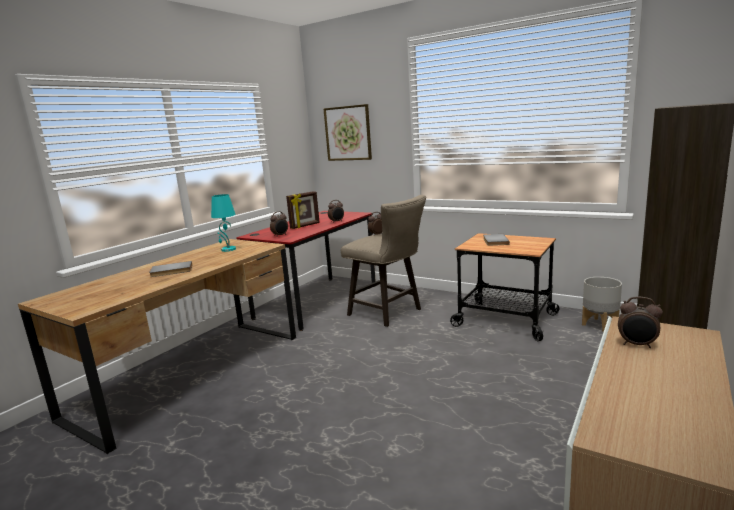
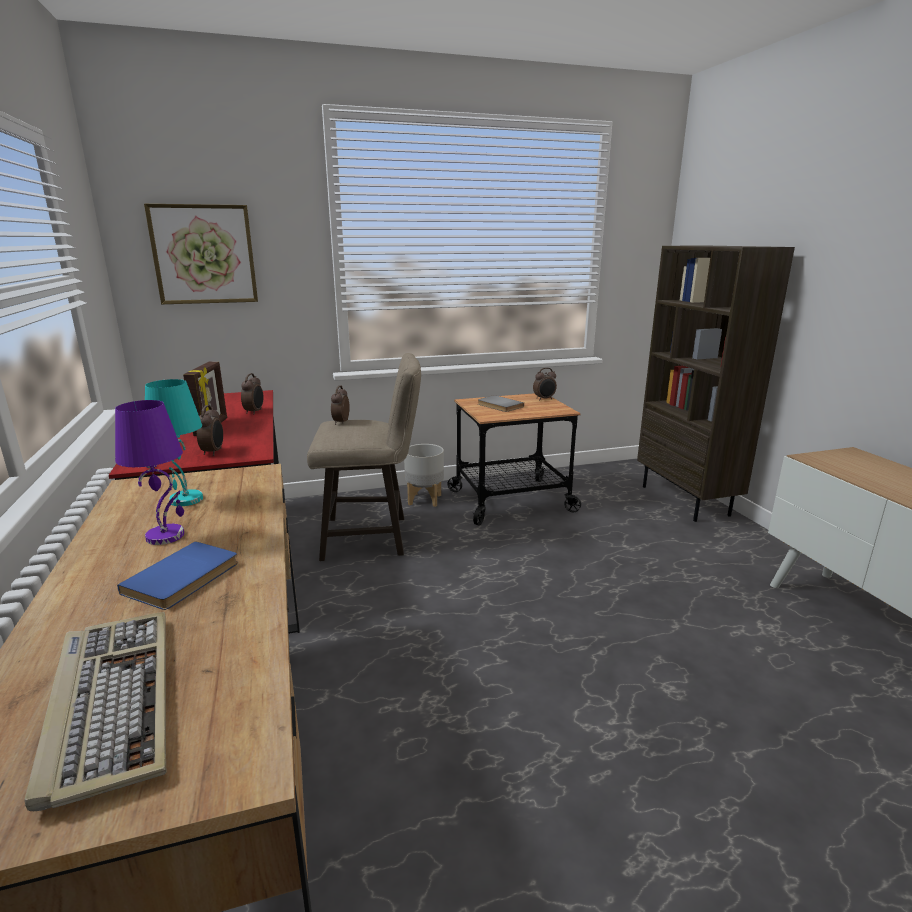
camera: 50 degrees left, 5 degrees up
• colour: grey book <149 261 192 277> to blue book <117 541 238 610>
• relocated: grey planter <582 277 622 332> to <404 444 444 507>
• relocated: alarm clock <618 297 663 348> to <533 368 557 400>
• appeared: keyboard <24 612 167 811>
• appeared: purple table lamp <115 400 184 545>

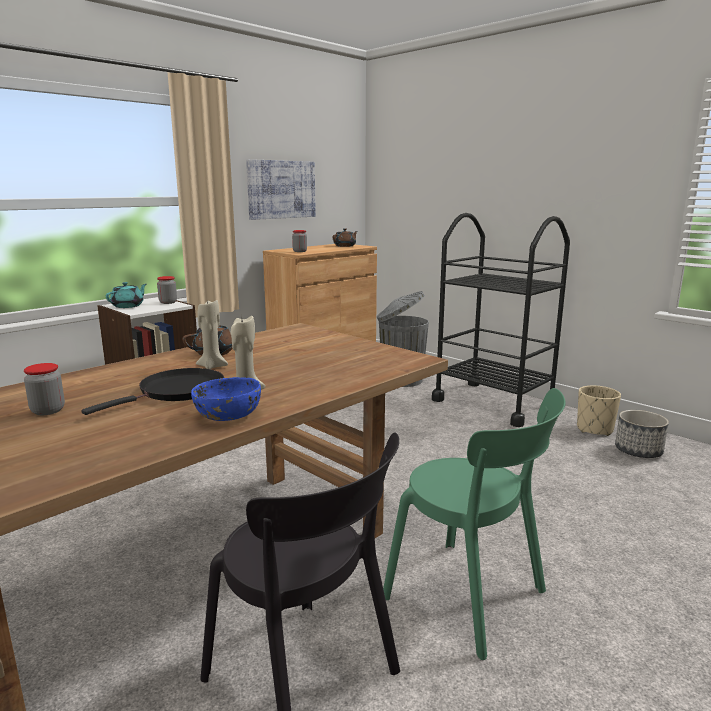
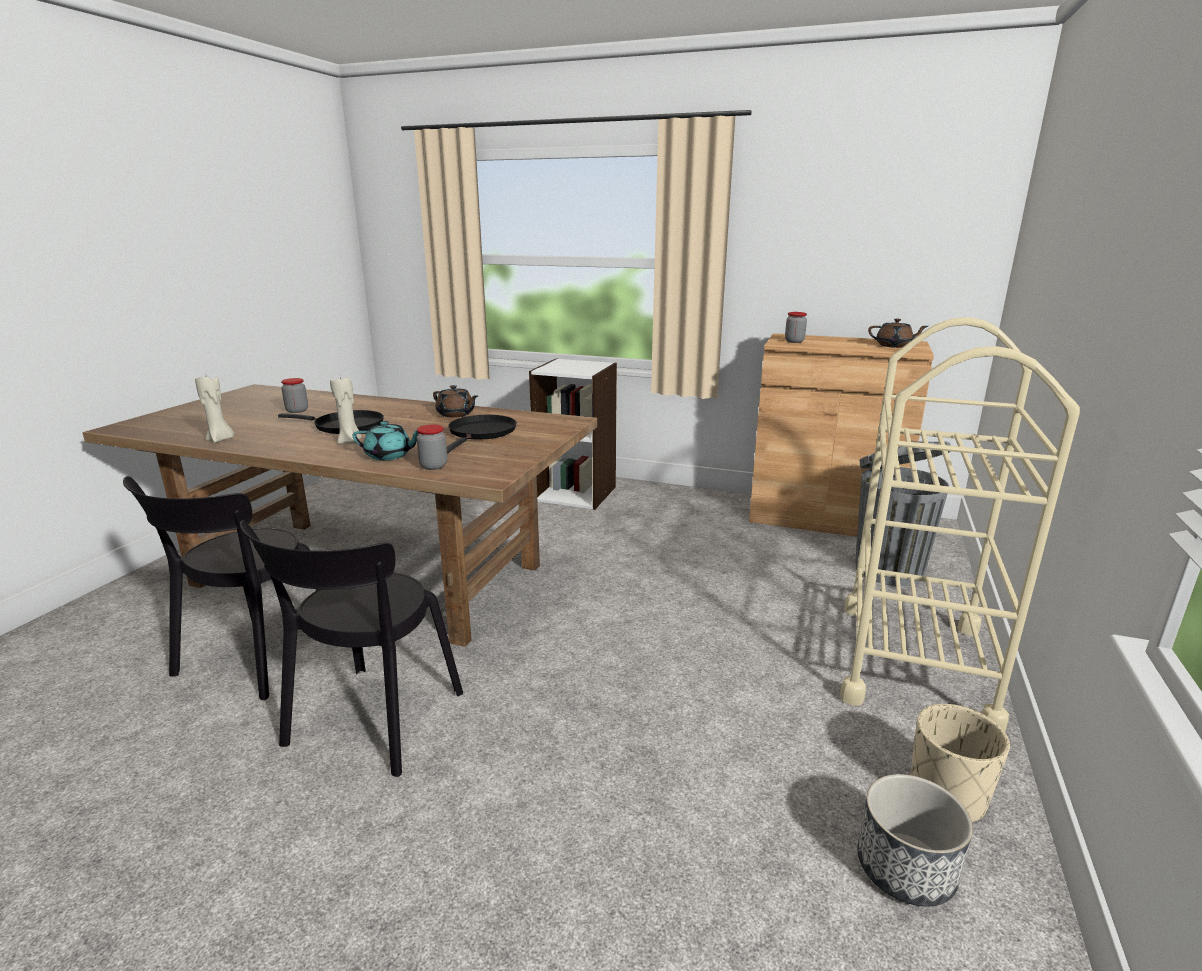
camera: 65 degrees right, 5 degrees up
• relocated: turquoise teapot <106 282 146 308> to <352 421 419 460>
• relocated: jar <157 276 177 304> to <417 424 447 470>
• missing: blue bowl <191 377 261 421>
• relocated: beige candle <196 300 228 369> to <195 373 234 443>
• missing: picture <246 159 316 220>
• colour: green chair <383 388 565 660> to black chair <240 520 463 777>
• colour: black cart <432 213 570 427> to beige cart <840 317 1080 732>
• appeared: black frying pan <446 415 517 454>

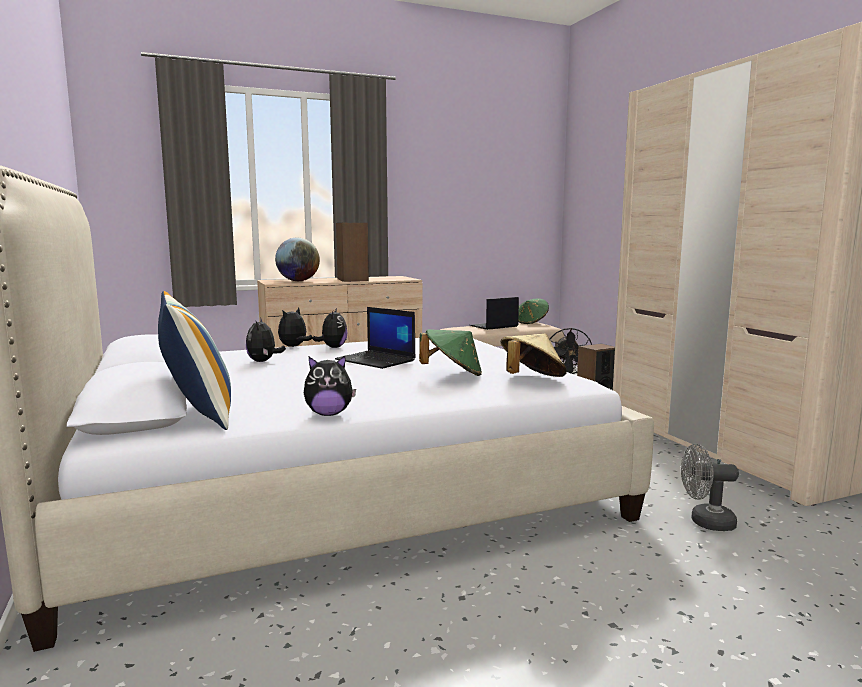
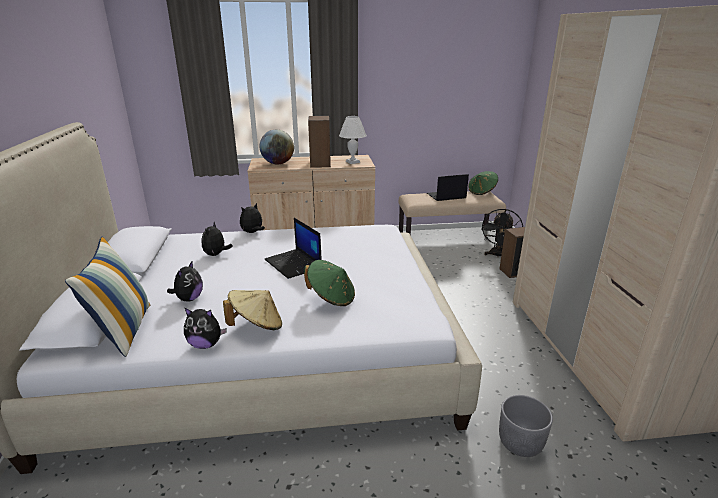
camera: 15 degrees right, 15 degrees up
• relocated: plush toy <313 308 347 348> to <167 260 203 301>
• relocated: beige hat <501 334 567 377> to <223 290 282 330>
• exchanged: grey fan <681 444 739 531> to grey planter <499 395 553 457>
• appeared: white table lamp <339 116 367 164>

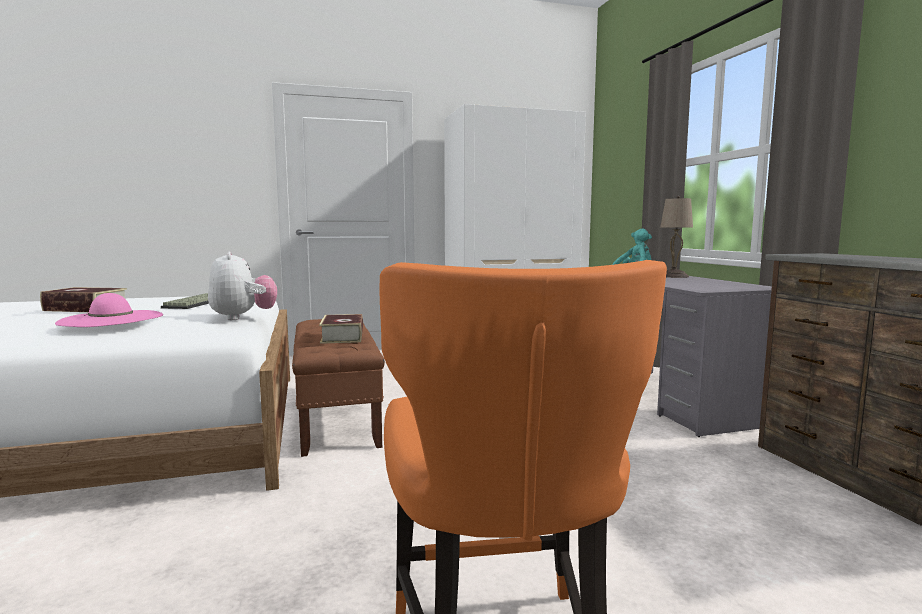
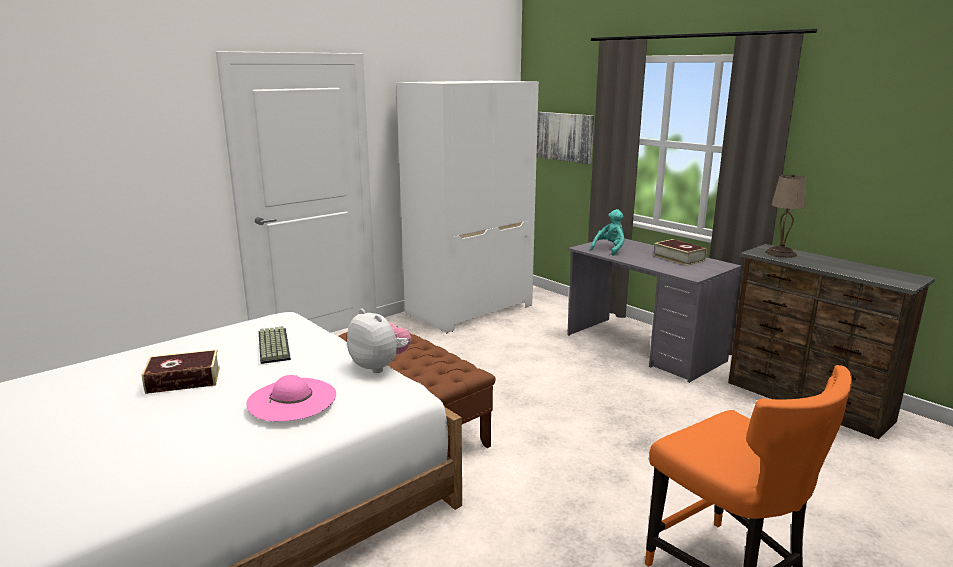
camera: 25 degrees left, 10 degrees up
• relocated: book <319 314 363 344> to <653 239 707 266>
• relocated: beige table lamp <660 196 693 278> to <765 174 806 258>
• appeared: picture <537 112 594 164>

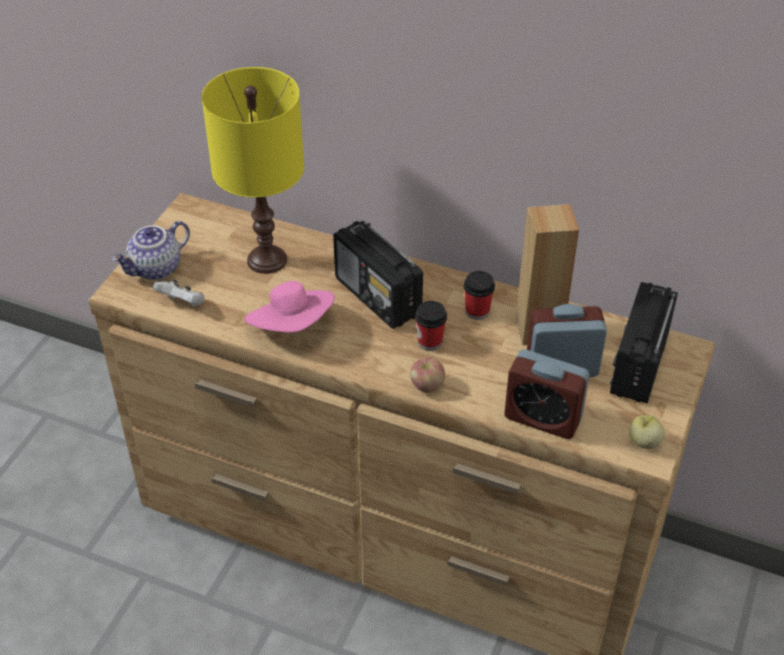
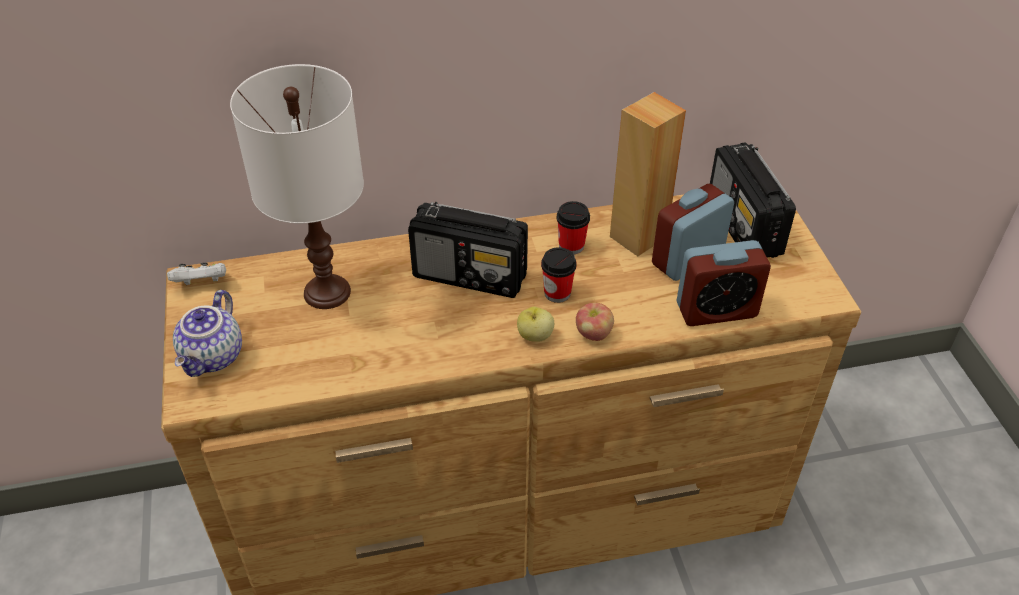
camera: 35 degrees left, 0 degrees up
• relocated: white game controller <153 279 205 306> to <167 263 226 285>
• colour: yellow table lamp <202 67 304 274> to white table lamp <230 64 364 309>
• missing: pink hat <244 281 335 333>
• relocated: apple <629 415 665 449> to <517 306 554 342>

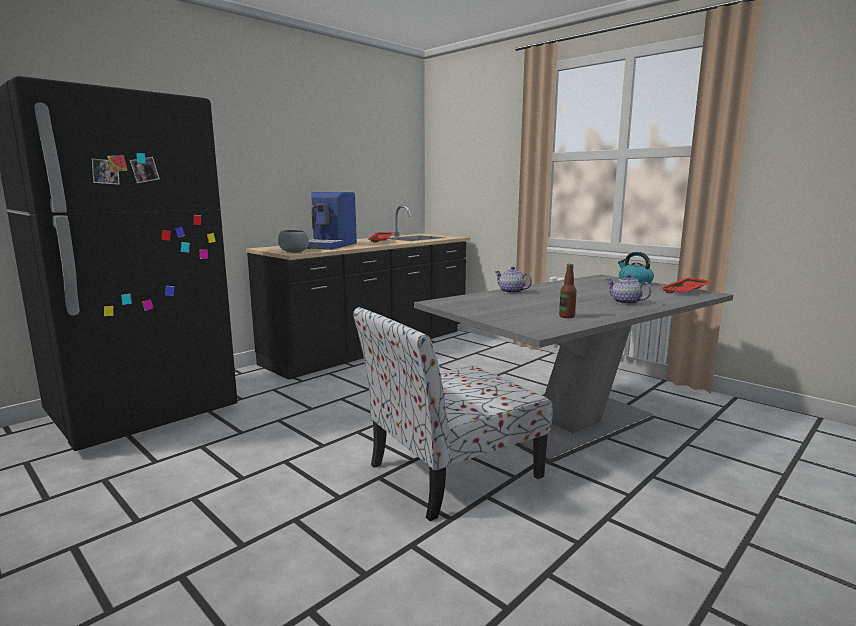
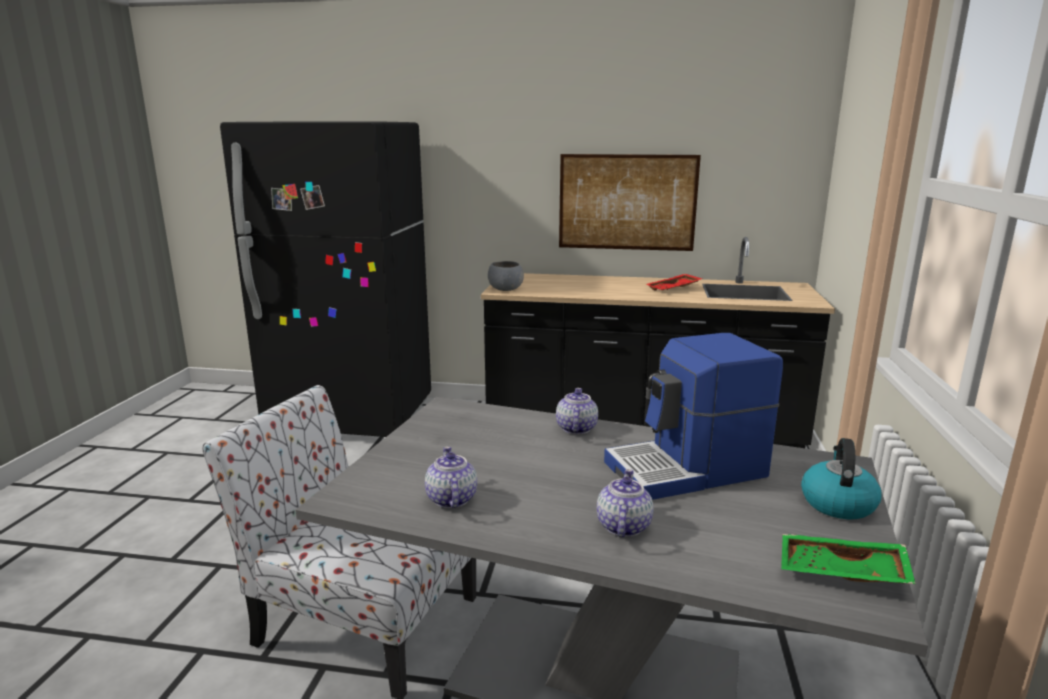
camera: 55 degrees right, 5 degrees up
• relocated: coffee machine <306 192 357 250> to <604 333 783 500>
• exchanged: bottle <559 264 577 318> to teapot <425 447 477 508>
• colour: red tray <660 277 712 293> to green tray <781 534 916 584>
• appeared: picture <559 154 701 251>

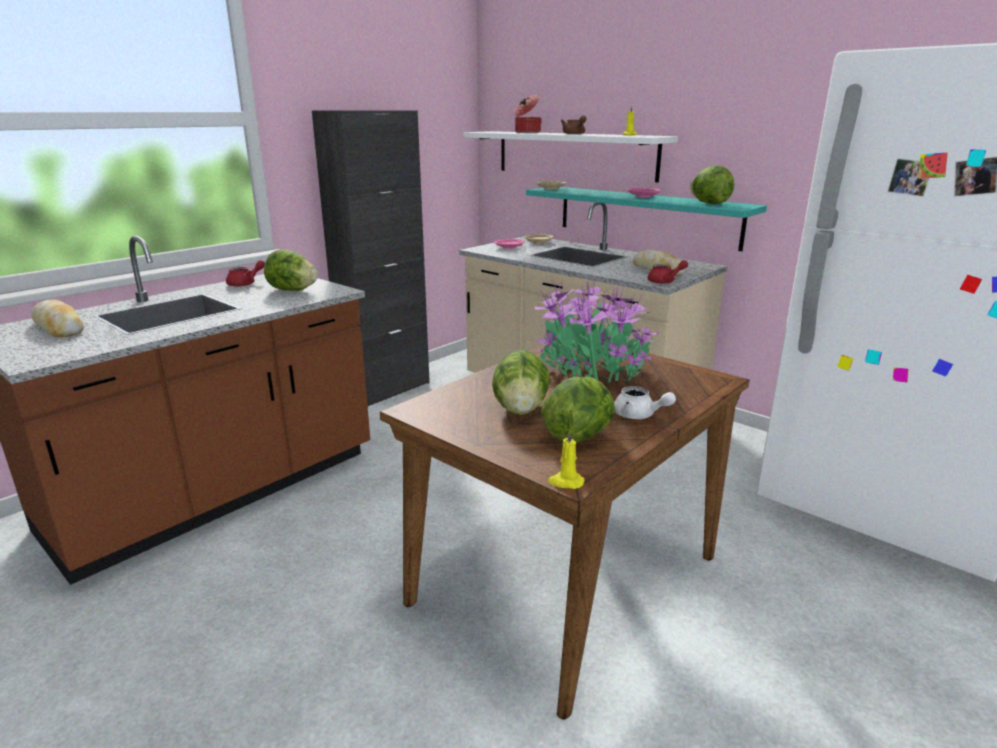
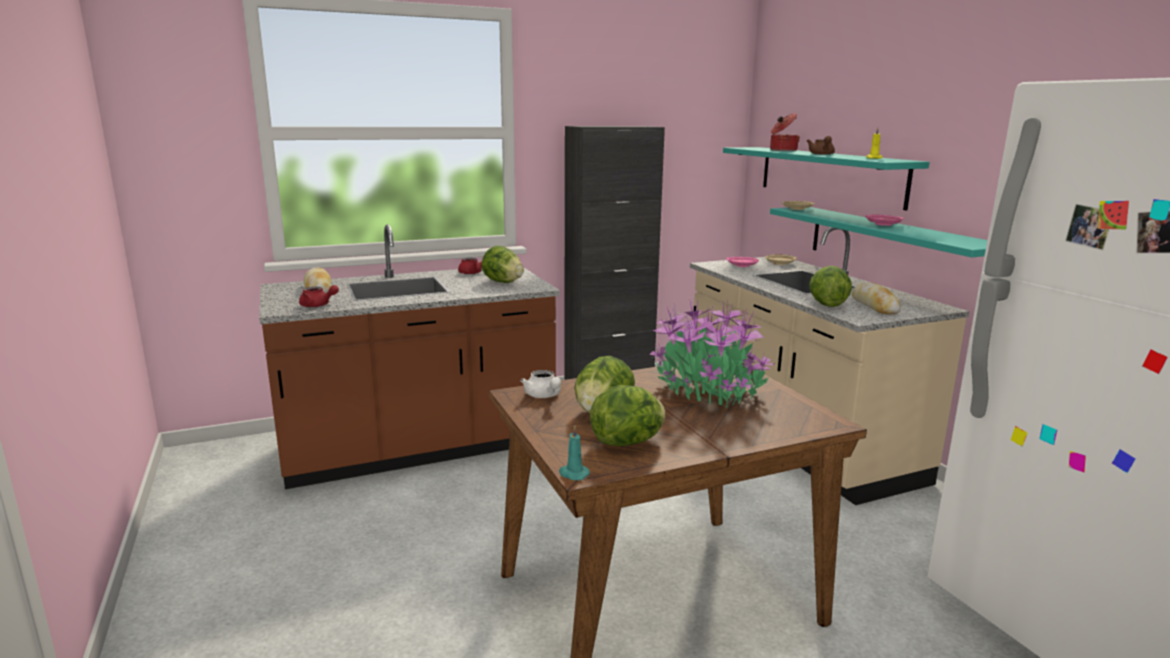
camera: 25 degrees right, 5 degrees down
• colour: white shelf <463 131 678 182> to turquoise shelf <723 147 930 211>
• colour: yellow candle <548 430 585 489> to turquoise candle <559 425 590 480>
• relocated: white teapot <614 386 676 419> to <521 370 561 398>
• relocated: red teapot <647 260 688 284> to <299 285 339 307>
• relocated: lettuce <690 165 734 204> to <809 266 852 307>

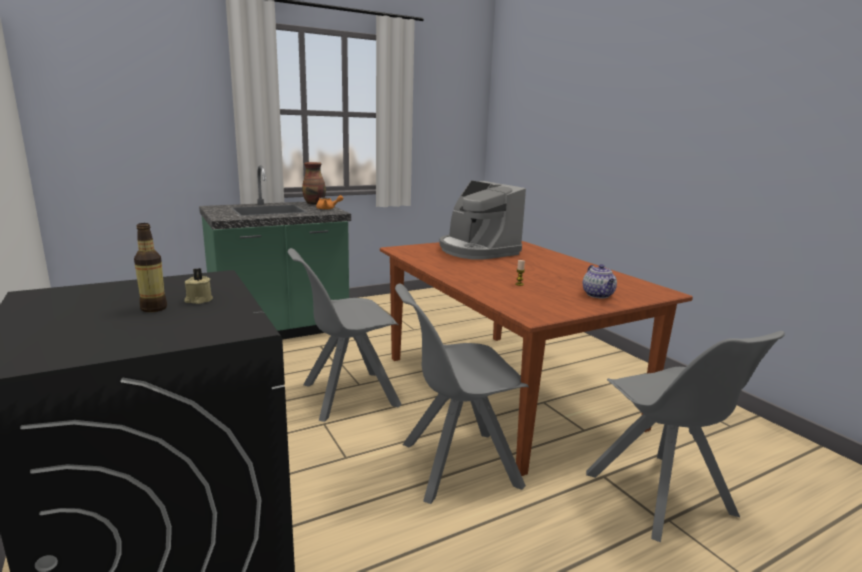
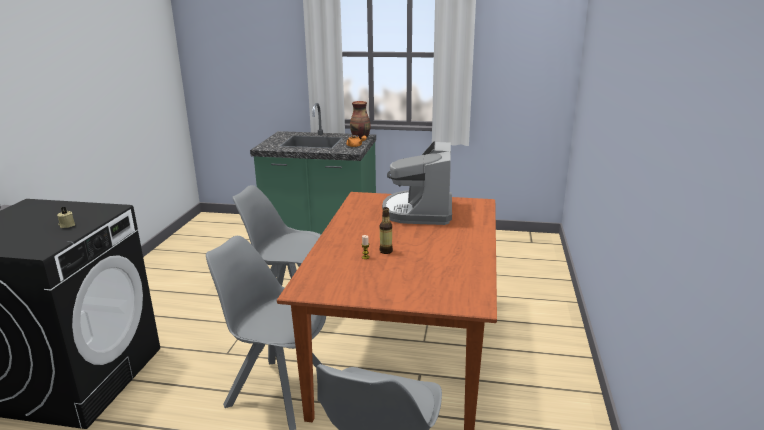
camera: 40 degrees right, 5 degrees up
• relocated: bottle <134 223 167 312> to <379 207 393 254>
• missing: teapot <583 264 617 298>

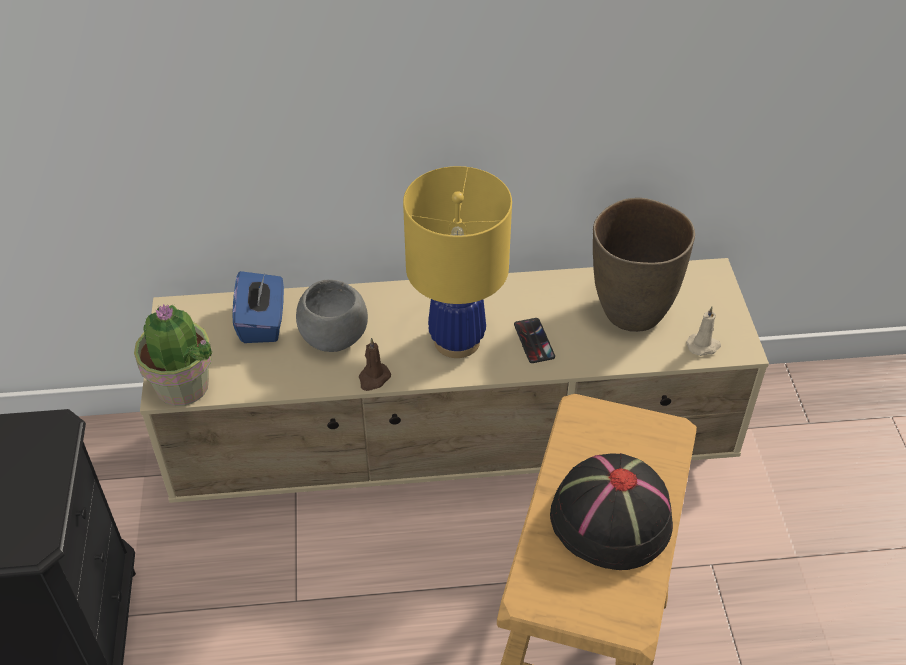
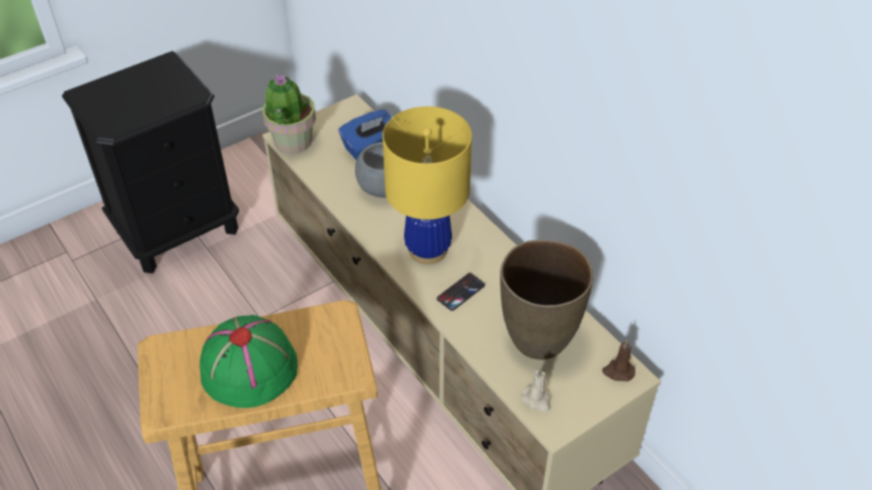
camera: 60 degrees right, 0 degrees up
• relocated: brown candle <359 338 391 391> to <602 340 635 381>
• colour: black hat <550 453 673 570> to green hat <200 315 298 408>

